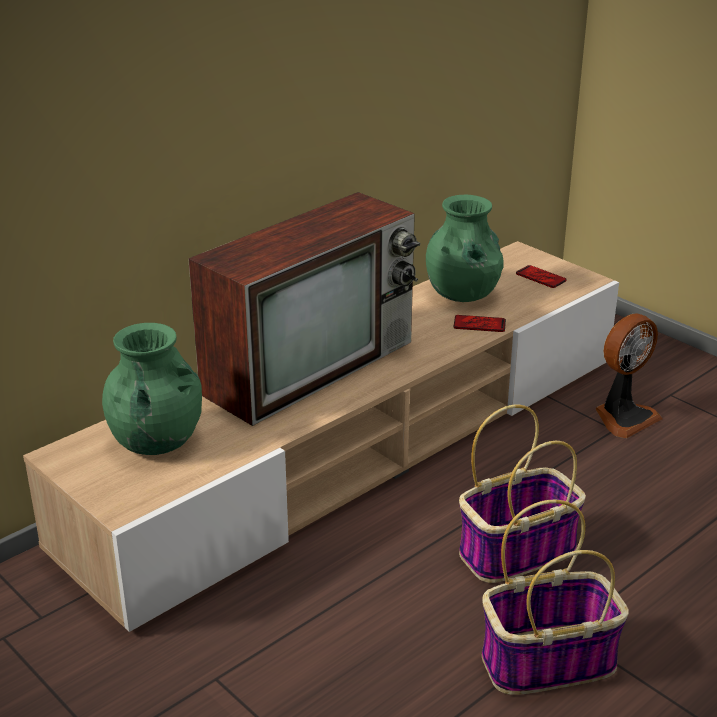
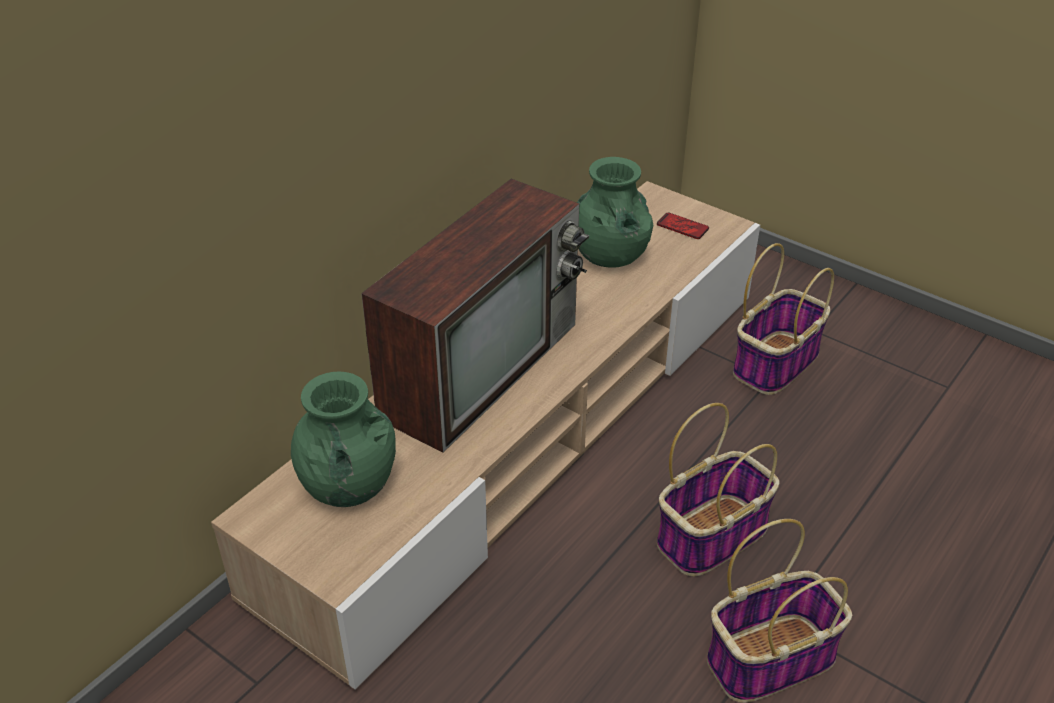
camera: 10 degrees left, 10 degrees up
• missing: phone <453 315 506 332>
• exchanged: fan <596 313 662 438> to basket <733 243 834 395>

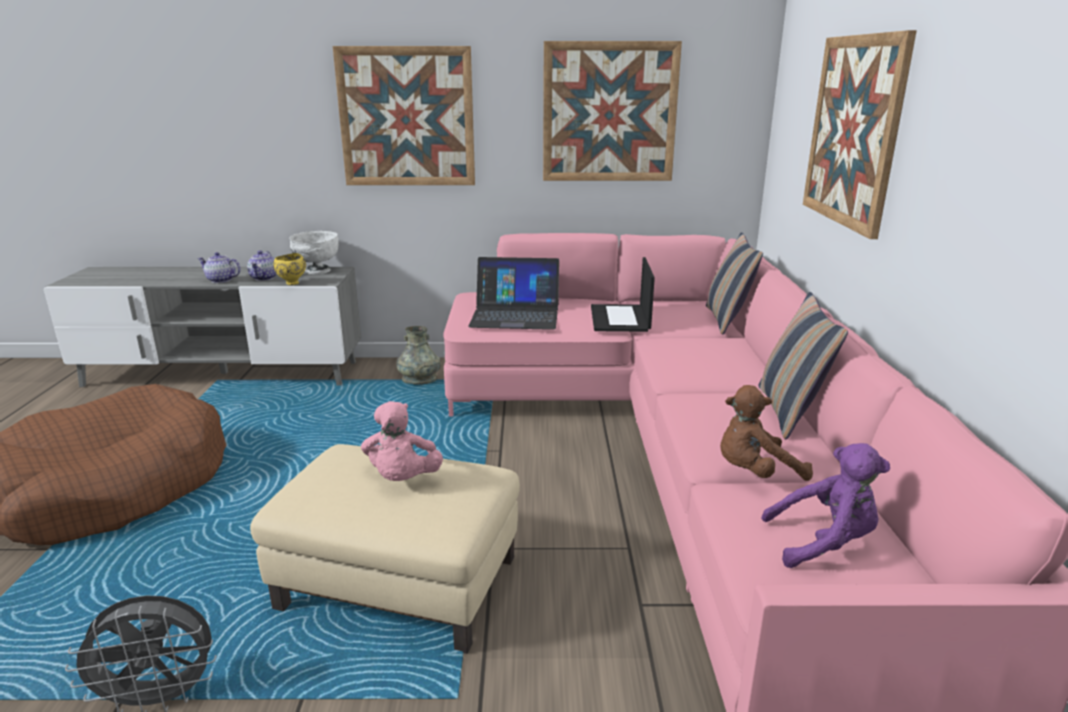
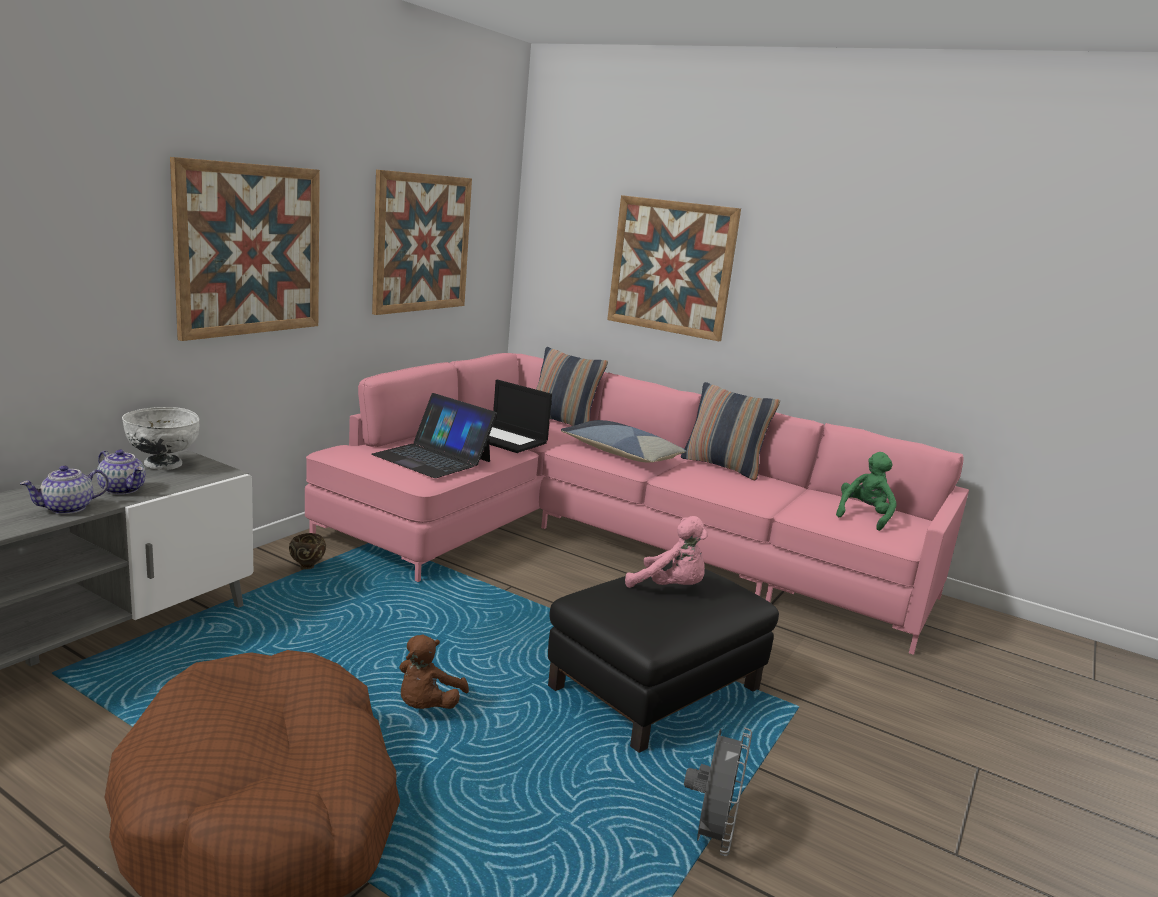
camera: 60 degrees left, 5 degrees down
• colour: beige ottoman <250 444 520 654> to black ottoman <548 560 779 753>
• missing: yellow bowl <273 253 306 285>
• exchanged: grey vase <396 326 441 385> to brown bowl <289 533 326 570>
• spun: laptop <468 257 559 330> = <371 393 497 478> 90 degrees clockwise
• relocated: brown plush toy <720 385 813 481> to <399 634 469 709>
• colour: purple plush toy <761 443 890 568> to green plush toy <836 452 897 531>
• appeared: pillow <561 420 686 462>

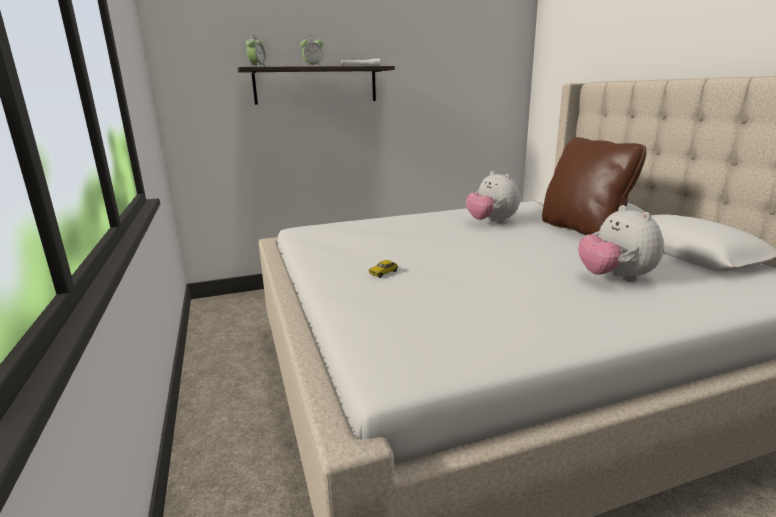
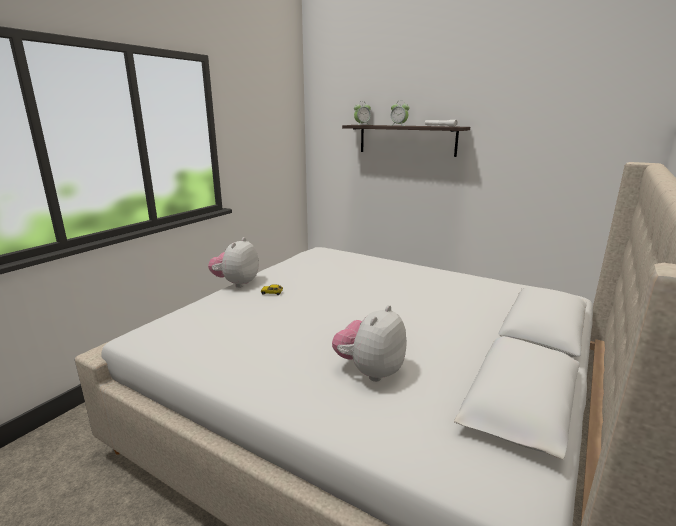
camera: 50 degrees right, 0 degrees up
• relocated: plush toy <466 171 520 224> to <208 237 259 288>
• missing: brown pillow <542 137 647 235>

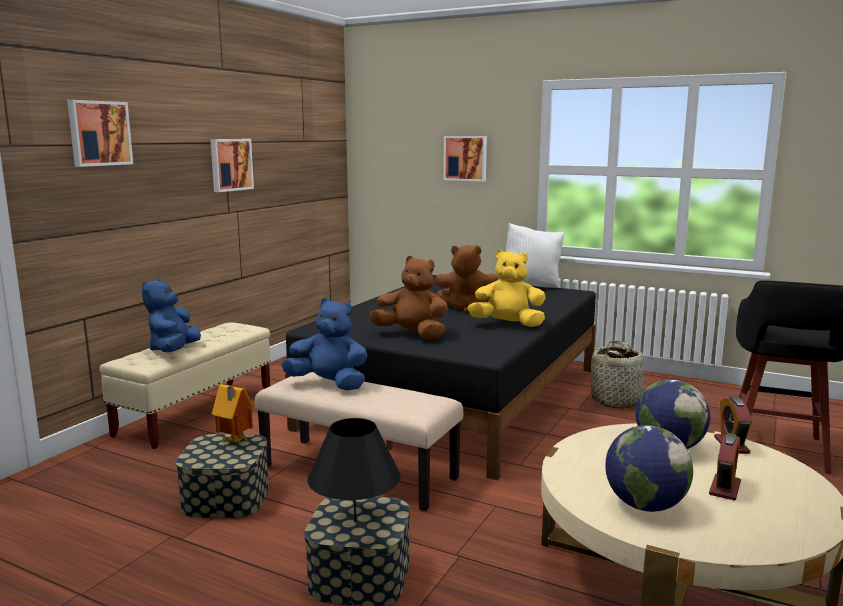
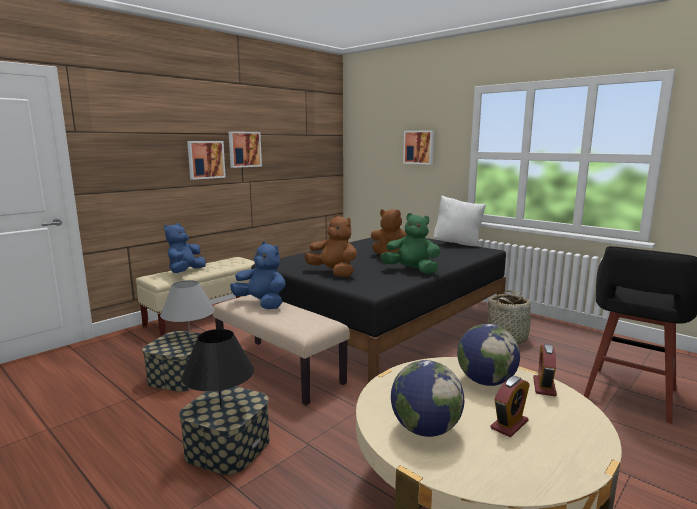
camera: 15 degrees right, 0 degrees up
• relocated: picture <67 100 133 167> to <187 141 226 180>
• exchanged: toy house <212 384 254 445> to grey table lamp <160 280 215 336>
• colour: yellow plush toy <467 250 546 327> to green plush toy <380 213 441 274>

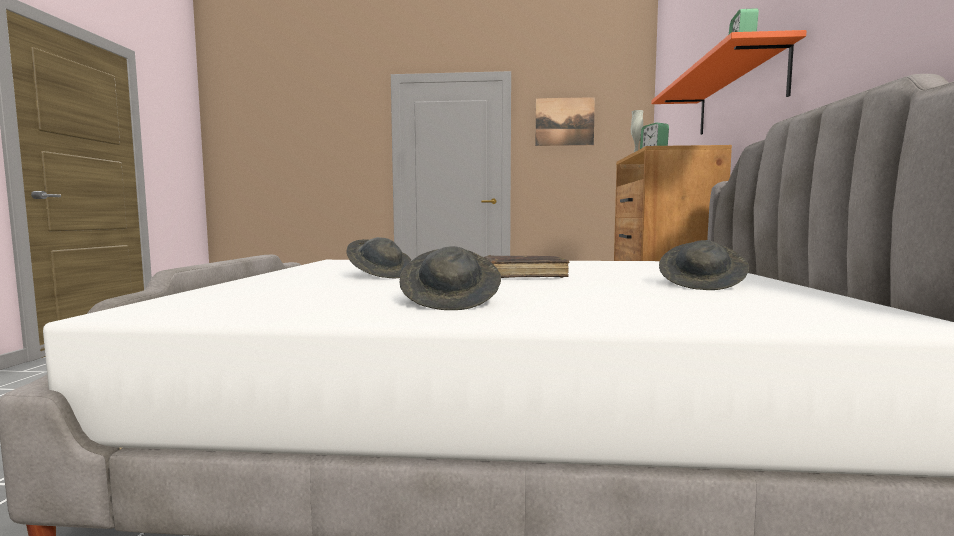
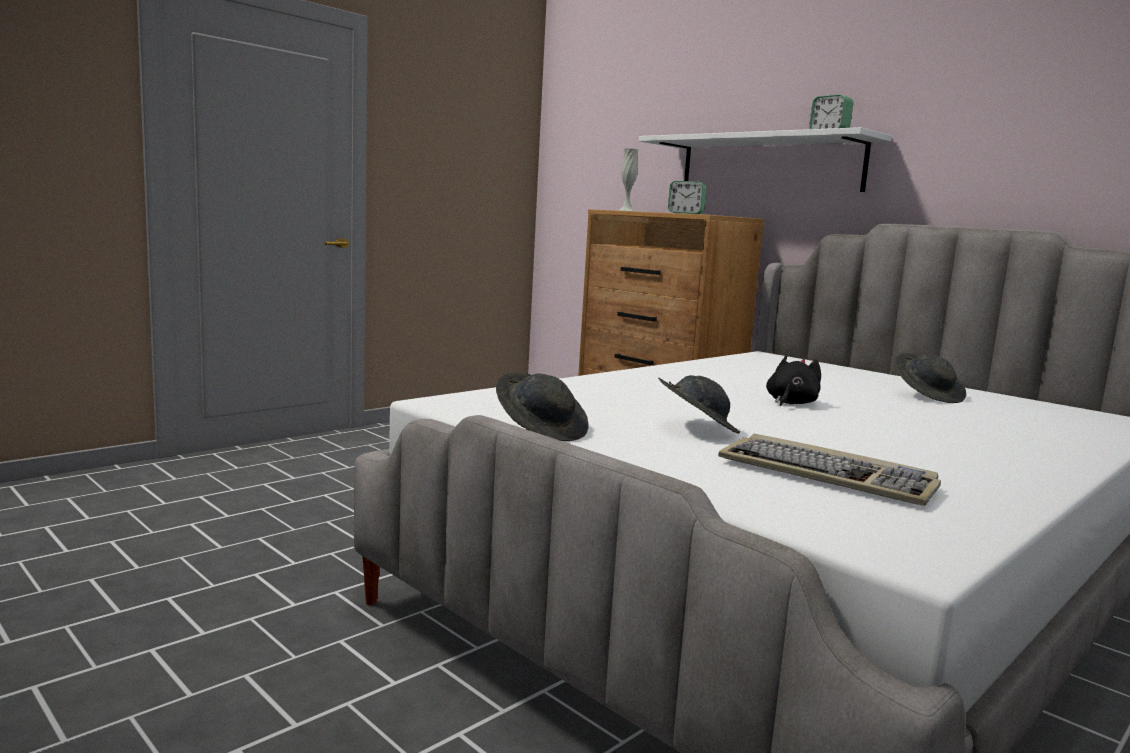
camera: 50 degrees left, 5 degrees up
• relocated: grey hat <400 246 501 310> to <496 372 589 441>
• exchanged: brown book <484 255 569 278> to black plush toy <766 356 821 406>
• missing: picture <535 97 595 146>
• colour: orange shelf <651 30 806 135> to white shelf <639 127 892 192>
• appeared: keyboard <718 434 941 506>

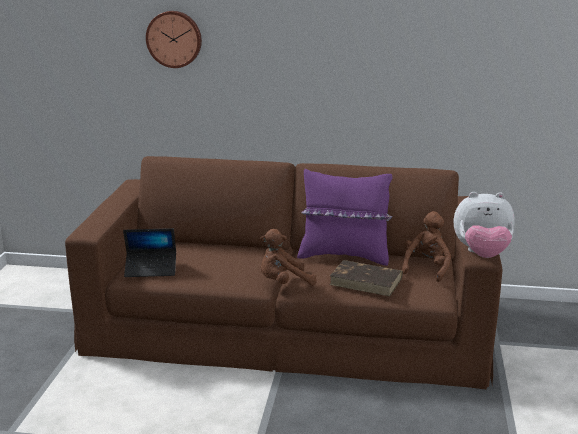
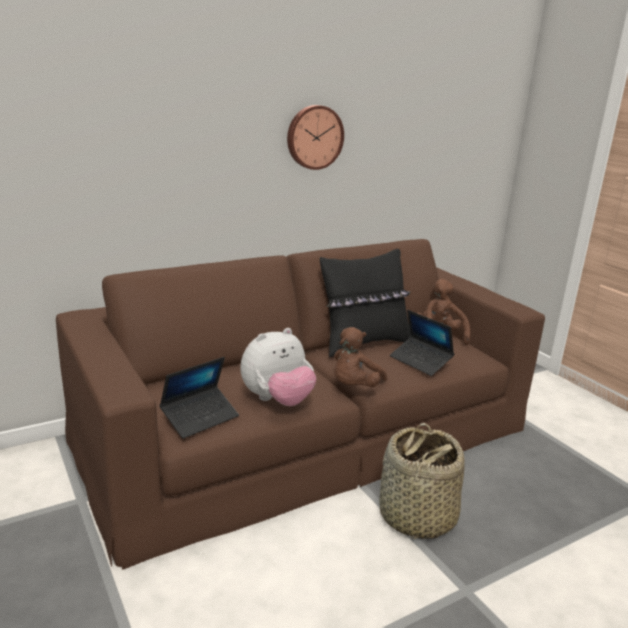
camera: 40 degrees left, 0 degrees up
• relocated: wall clock <146 11 202 68> to <287 105 344 170>
• colour: purple pillow <297 169 393 266> to black pillow <320 249 411 357>
• exchanged: brown book <329 260 403 297> to laptop <390 310 454 376>
• relocated: plush toy <454 192 515 258> to <240 328 316 406>
• appeared: basket <379 423 465 539>

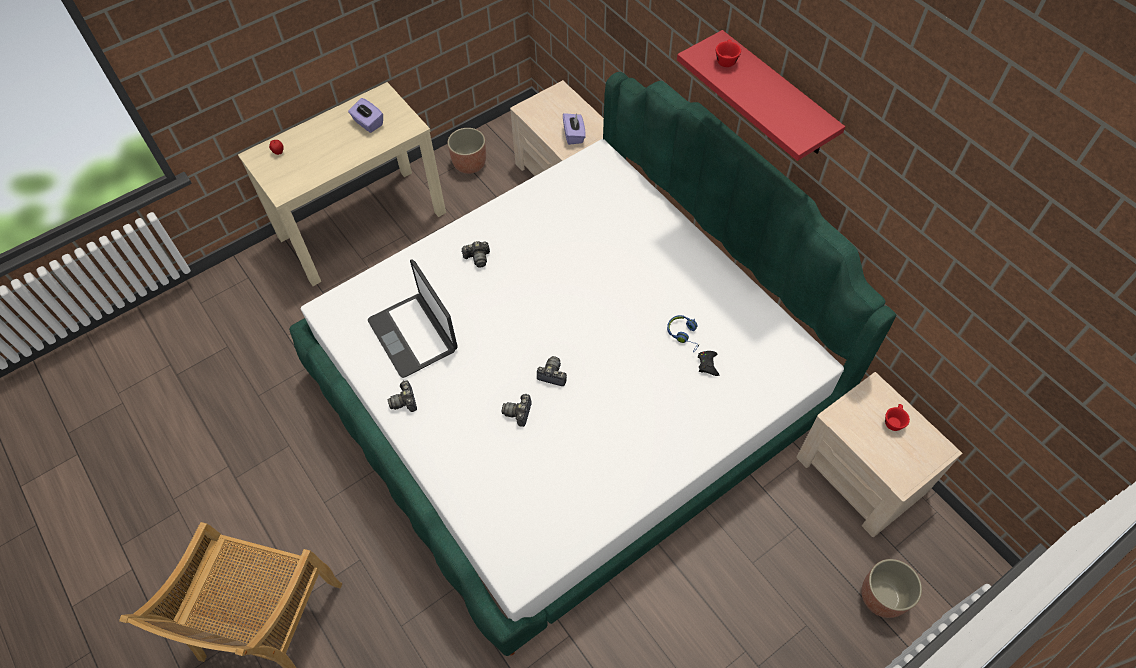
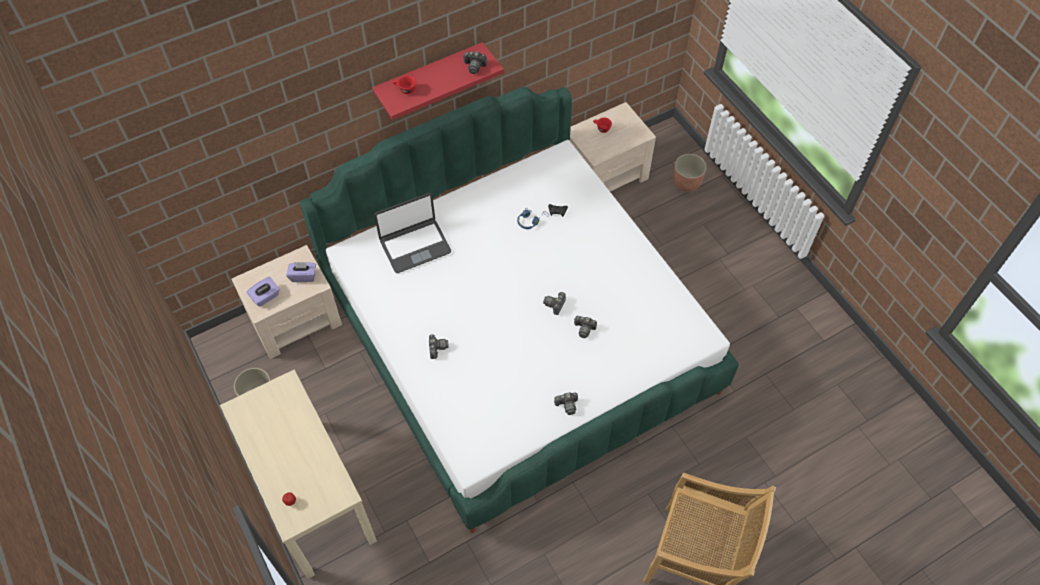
camera: 85 degrees left, 0 degrees up
• relocated: purple tissue box <348 98 383 133> to <247 277 280 307>
• relocated: laptop <368 259 458 378> to <374 193 451 273>
• appeared: photo camera <463 51 487 74>

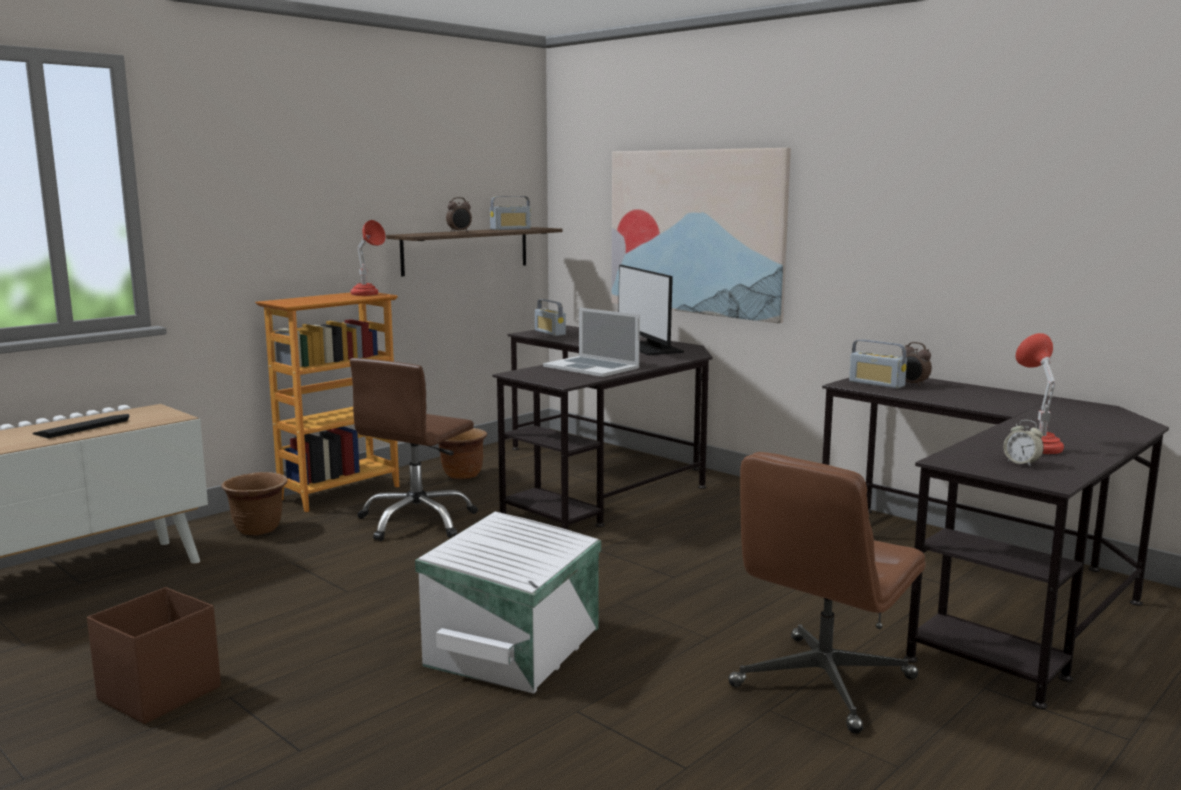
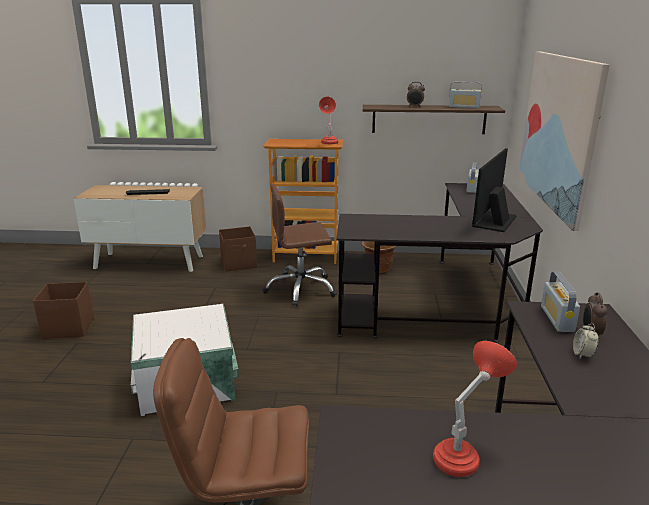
camera: 50 degrees right, 10 degrees up
• exchanged: brown planter <221 472 288 535> to brown storage box <219 227 257 272>
• missing: laptop <543 308 640 377>
• relocated: alarm clock <1003 420 1044 467> to <573 323 598 359>

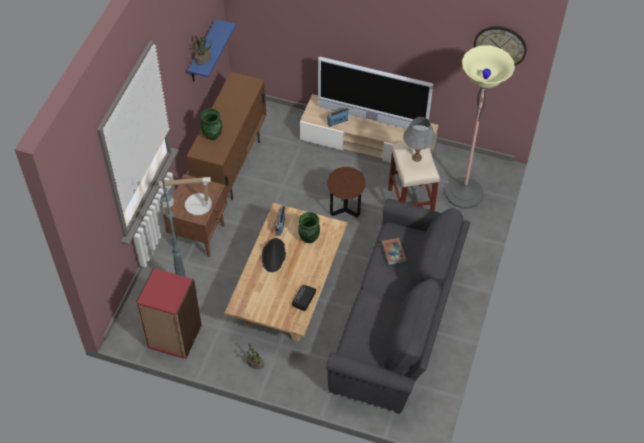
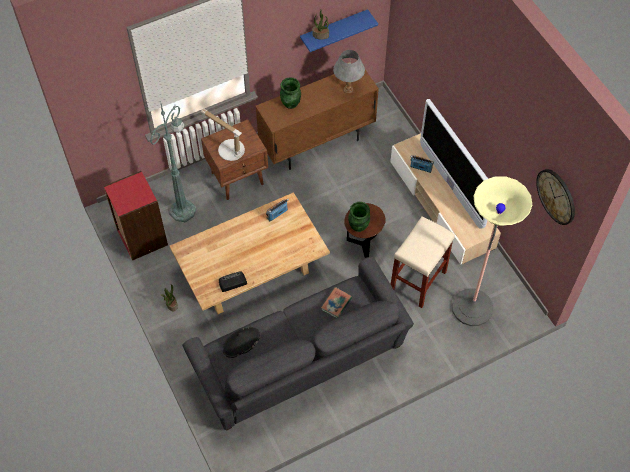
camera: 45 degrees right, 5 degrees up
• relocated: black hat <262 238 286 272> to <223 327 260 358>
• relocated: green vase <298 212 320 243> to <348 202 370 232>
• relocated: grey table lamp <403 117 436 162> to <333 50 365 94>

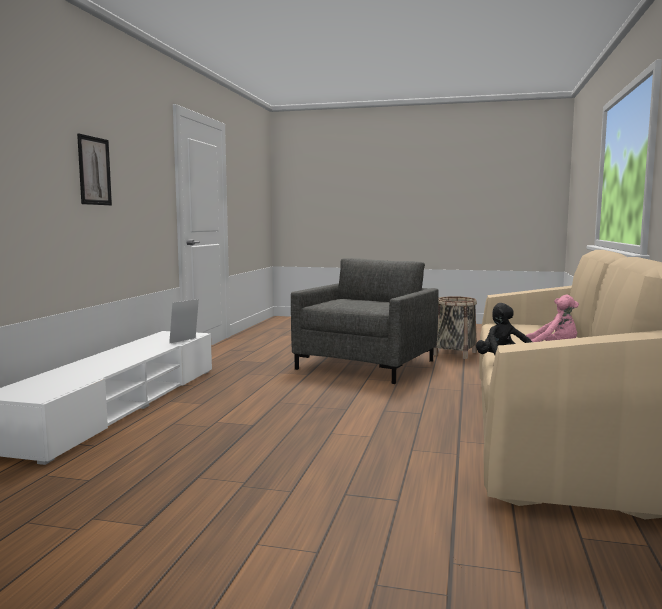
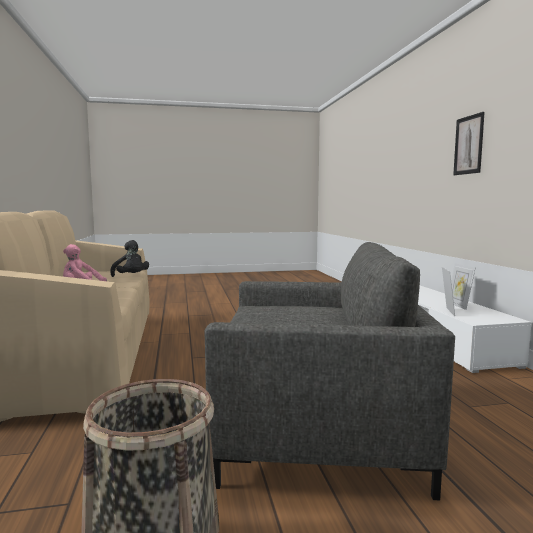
camera: 155 degrees right, 0 degrees up
• spun: grey armchair <291 258 439 384> = <204 242 455 500> 90 degrees counterclockwise
• appeared: picture frame <451 263 475 310>

